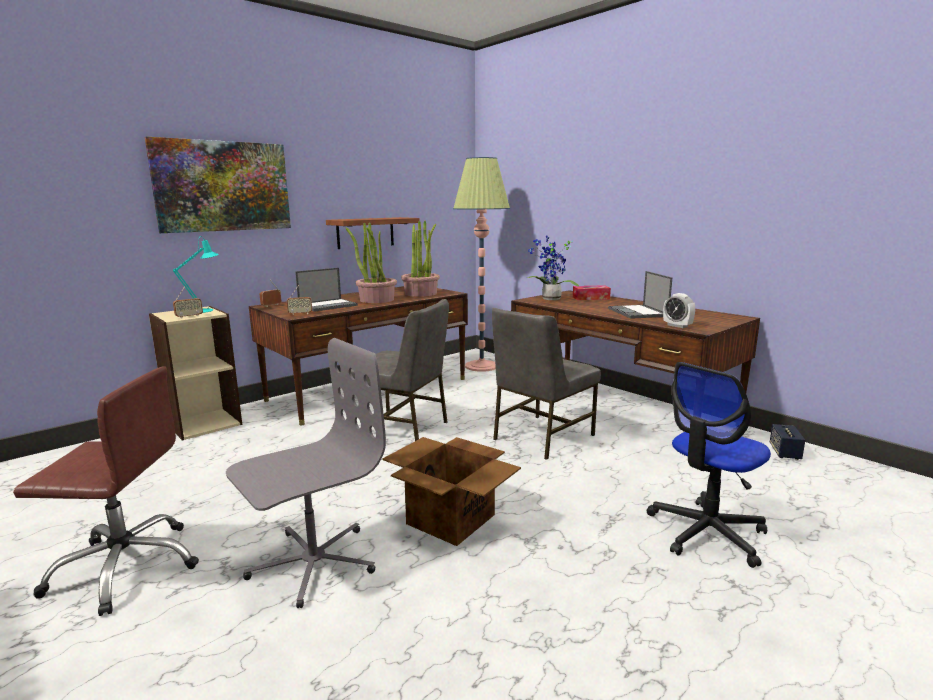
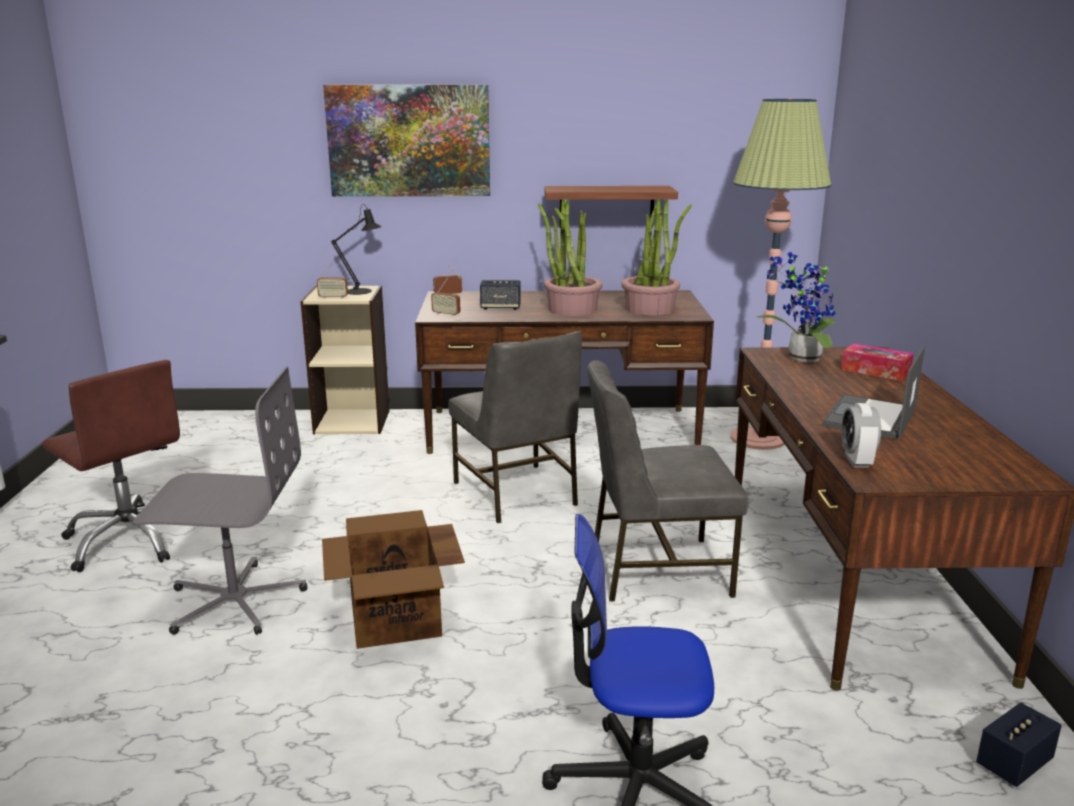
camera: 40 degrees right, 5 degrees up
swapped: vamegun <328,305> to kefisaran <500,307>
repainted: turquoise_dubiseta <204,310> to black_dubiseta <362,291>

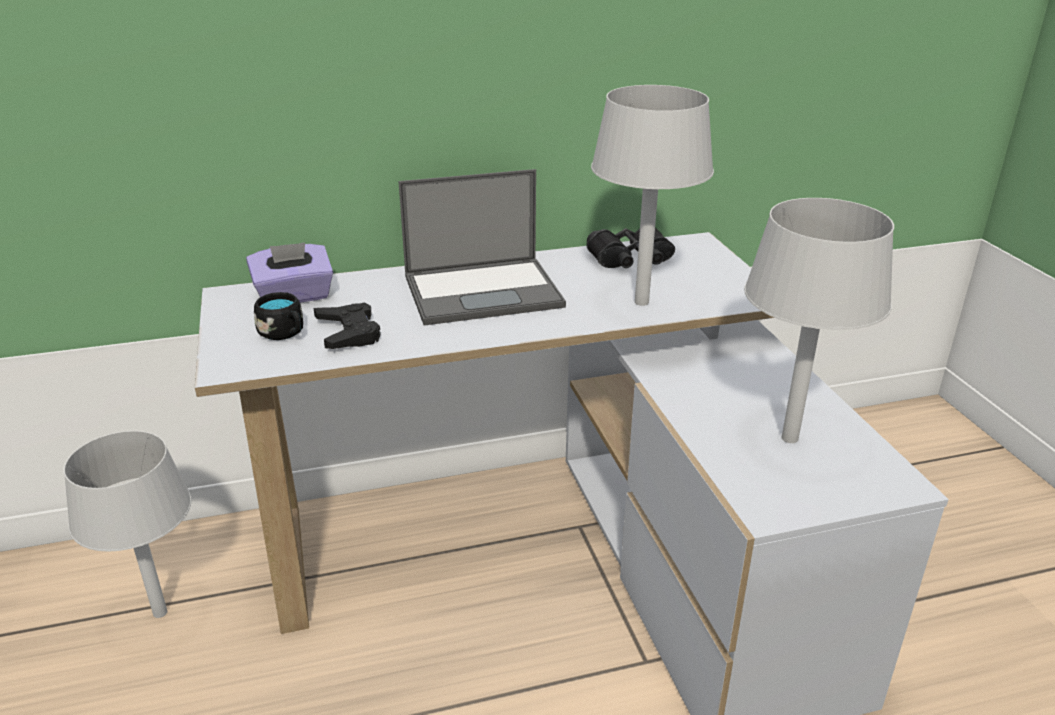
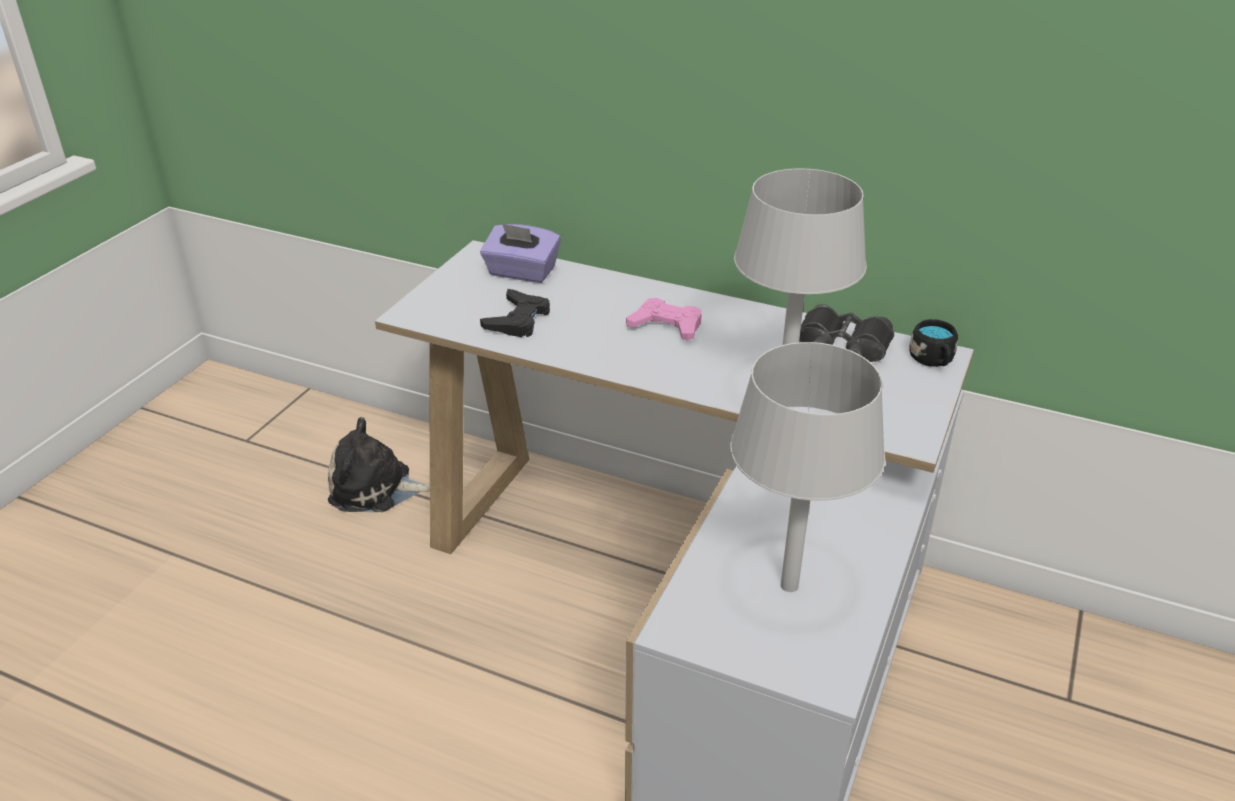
camera: 40 degrees right, 5 degrees up
shifted: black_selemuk <284,334> to <933,361>
swapped: grey_dubiseta <160,613> to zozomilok <375,488>; vamegun <484,291> to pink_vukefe <666,326>

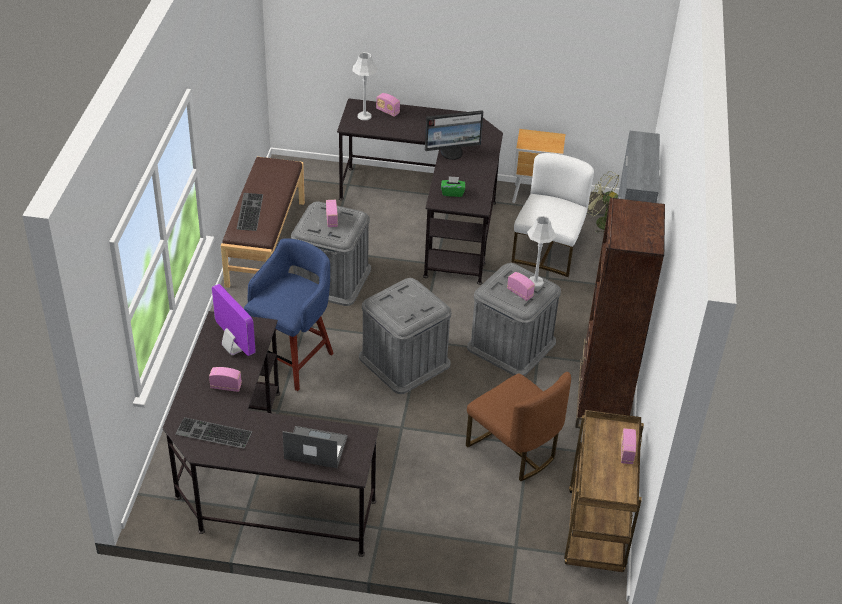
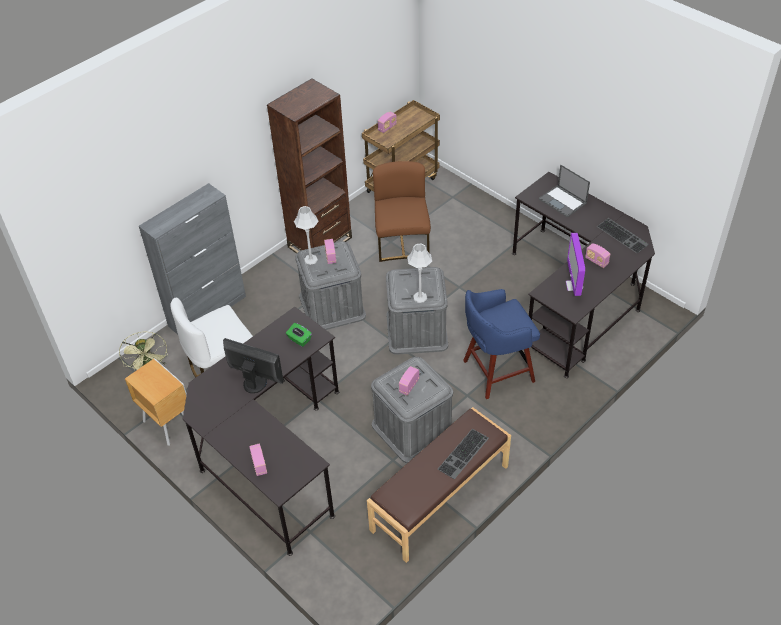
camera: 140 degrees left, 5 degrees up
shifted: grey_dubiseta <364,116> to <420,297>

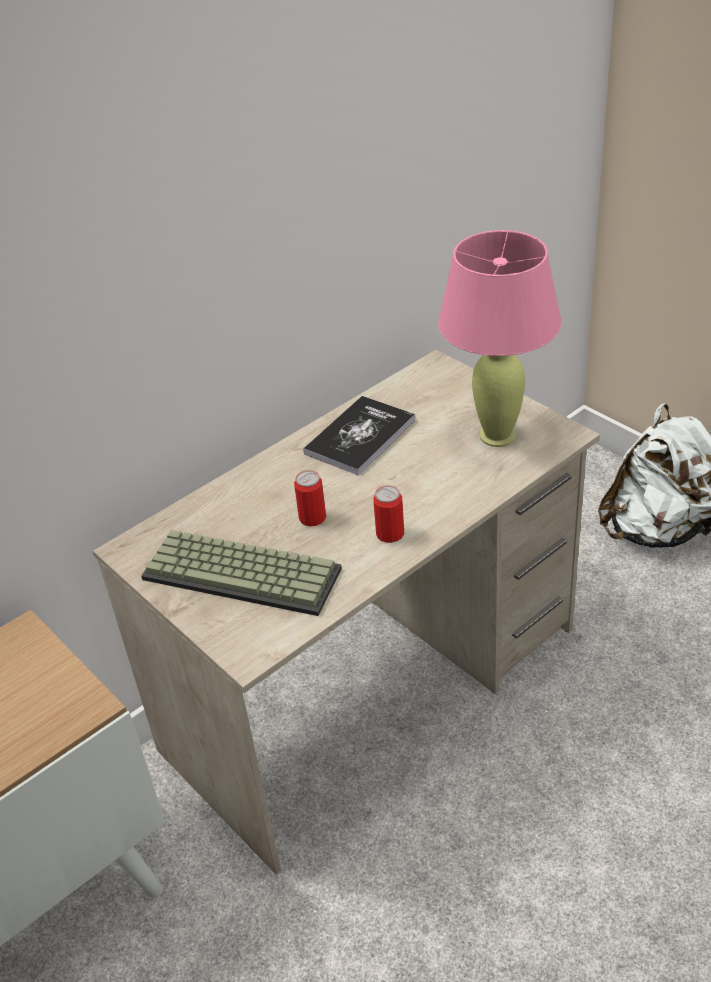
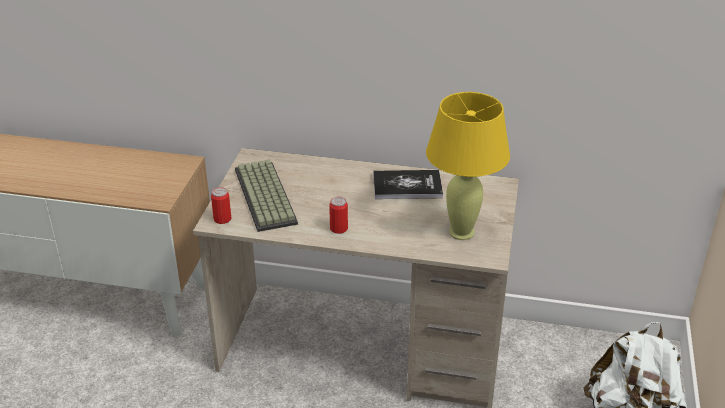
camera: 50 degrees right, 5 degrees down
shifted: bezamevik <312,518> to <222,219>
repainted: pink_dubiseta <497,435> to yellow_dubiseta <461,232>

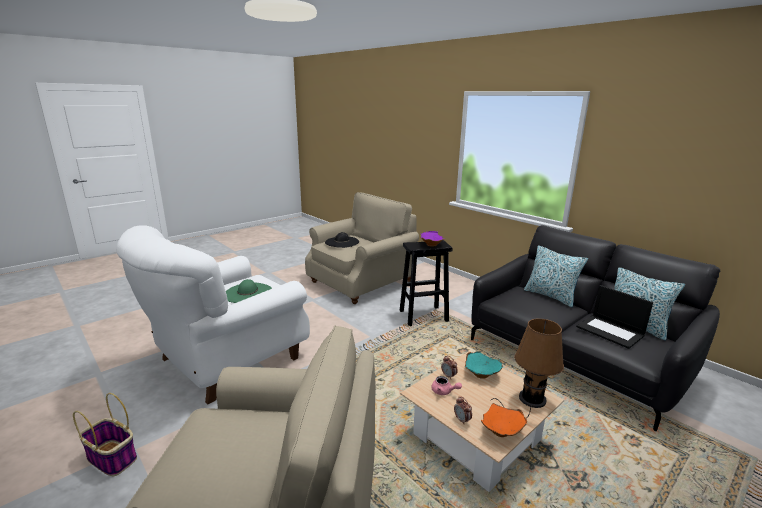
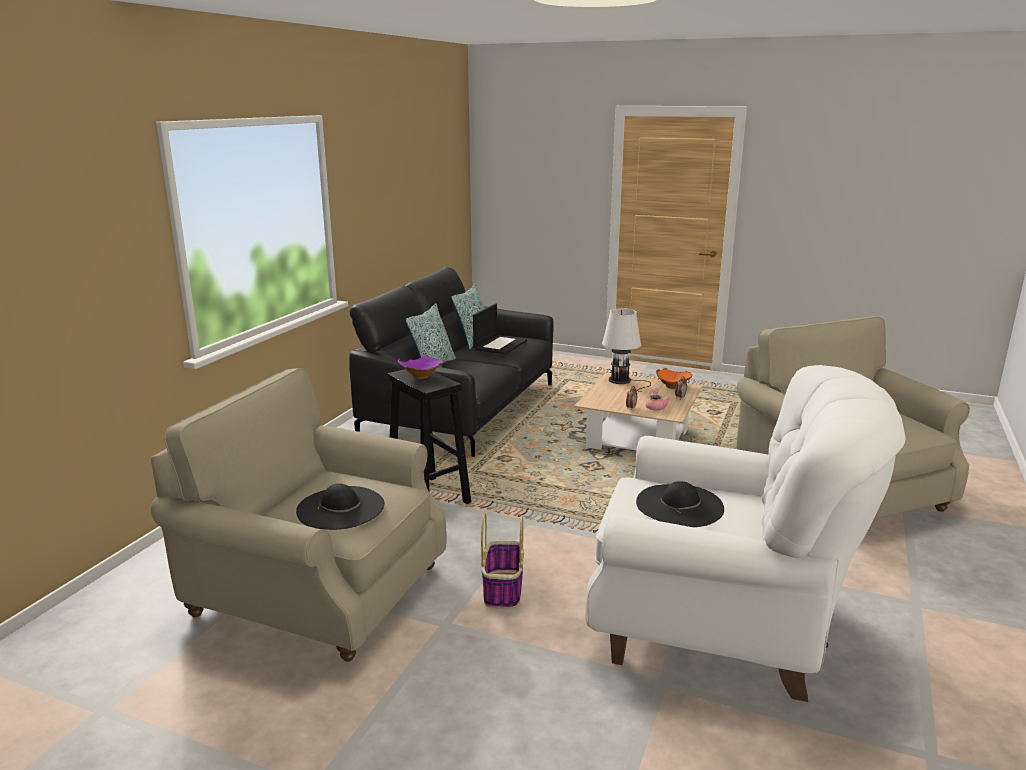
camera: 115 degrees left, 0 degrees up
gone: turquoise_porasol <481,373>
shifted: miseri <113,458> to <503,589>
repainted: brown_dubiseta <530,400> to white_dubiseta <622,381>; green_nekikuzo <248,293> to black_nekikuzo <679,505>

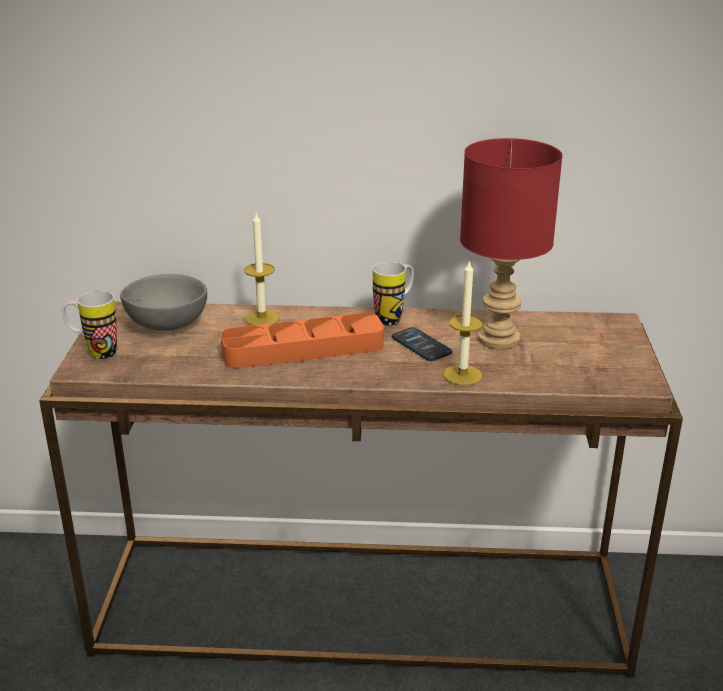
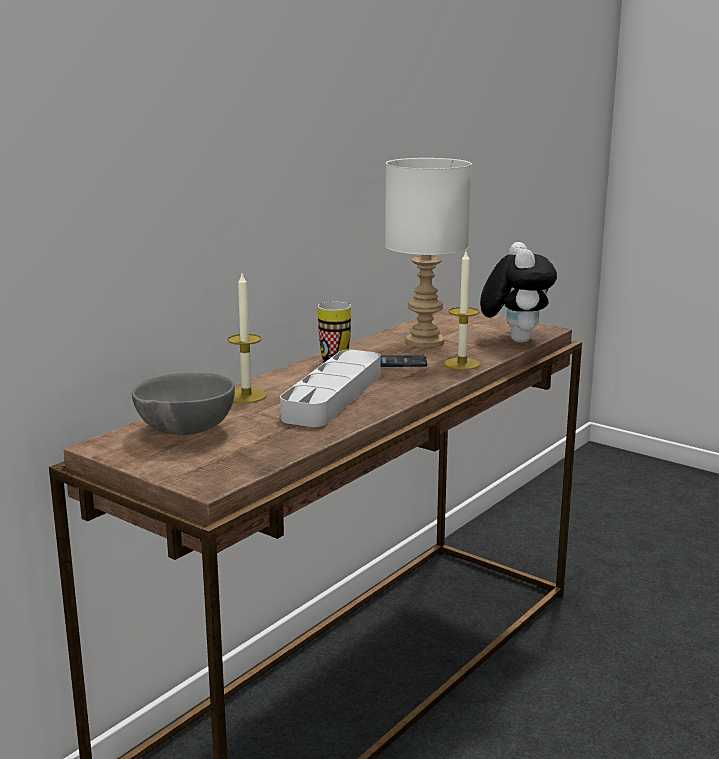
camera: 55 degrees left, 10 degrees down
gone: selemuk <94,352>
new: zozomilok <514,339>
repainted: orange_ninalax <303,349> to grey_ninalax <333,396>; red_dubiseta <498,340> to white_dubiseta <425,343>

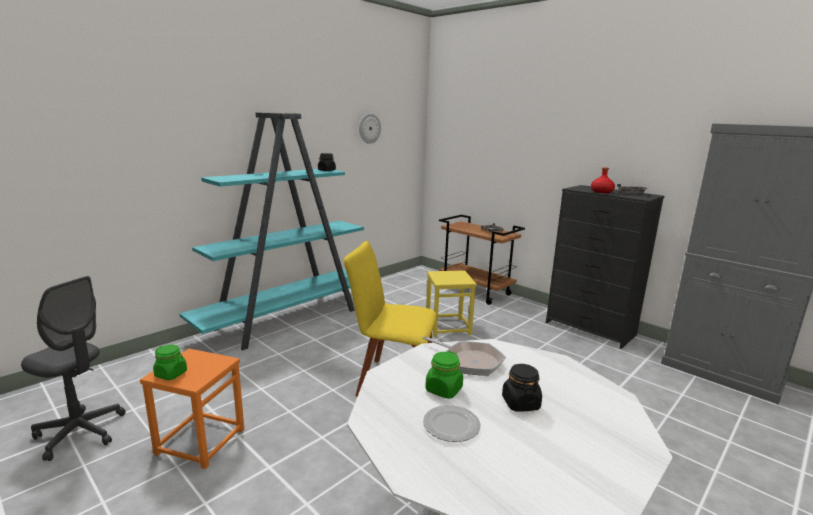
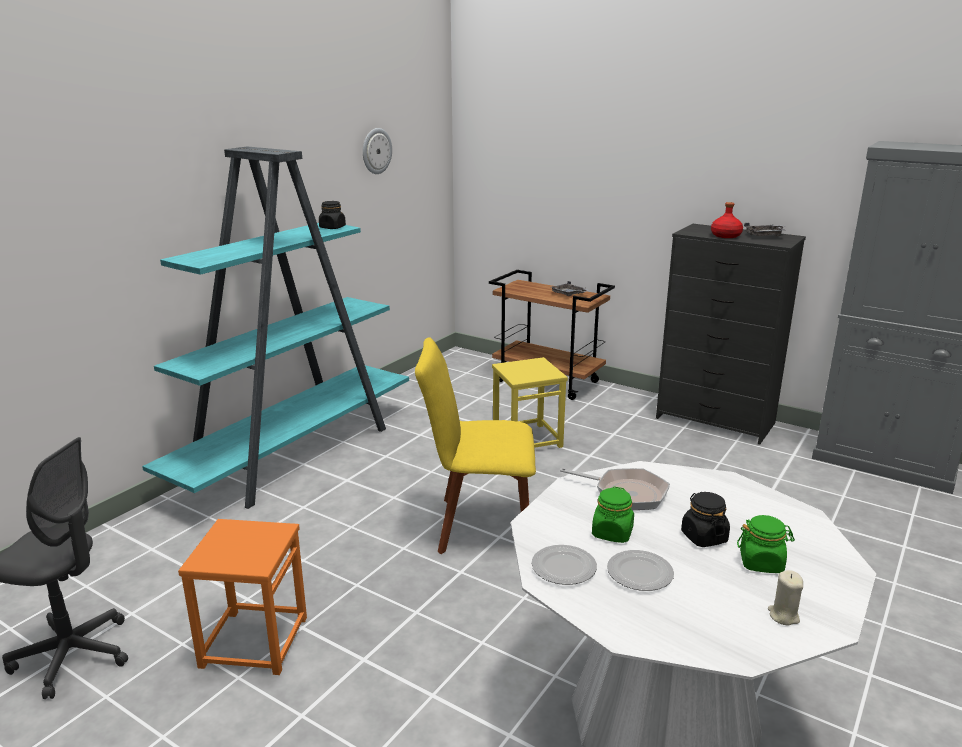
camera: 10 degrees left, 5 degrees up
new: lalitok <564,568>; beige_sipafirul <783,615>
shifted: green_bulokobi <171,374> to <761,563>

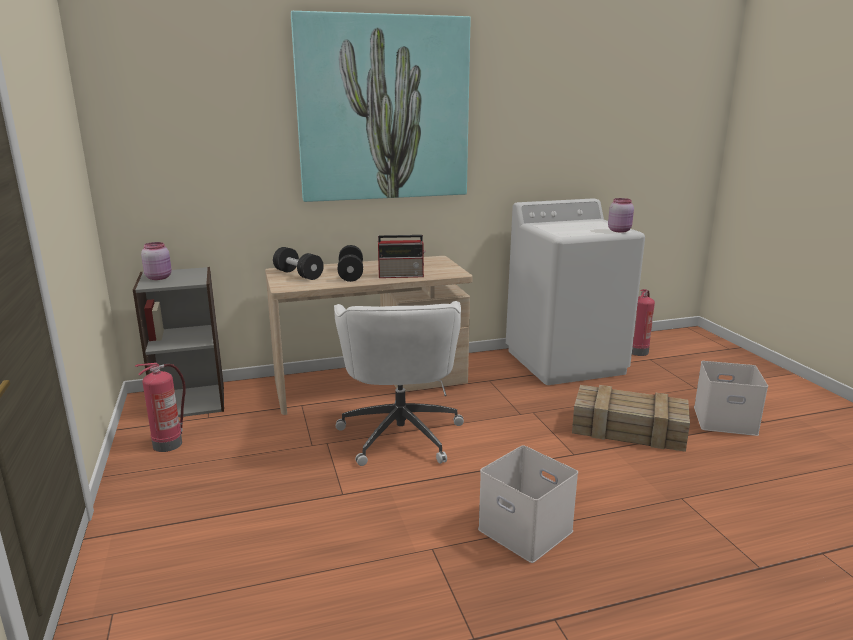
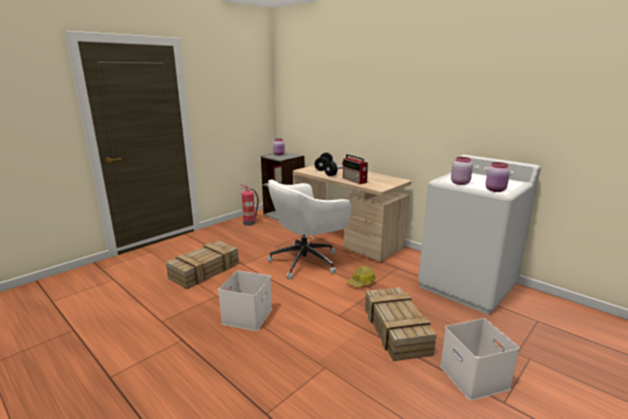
camera: 60 degrees right, 0 degrees up
gone: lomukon <383,109>; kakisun <637,351>
new: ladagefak <205,270>; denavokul <362,282>; pink_bulokobi <459,183>

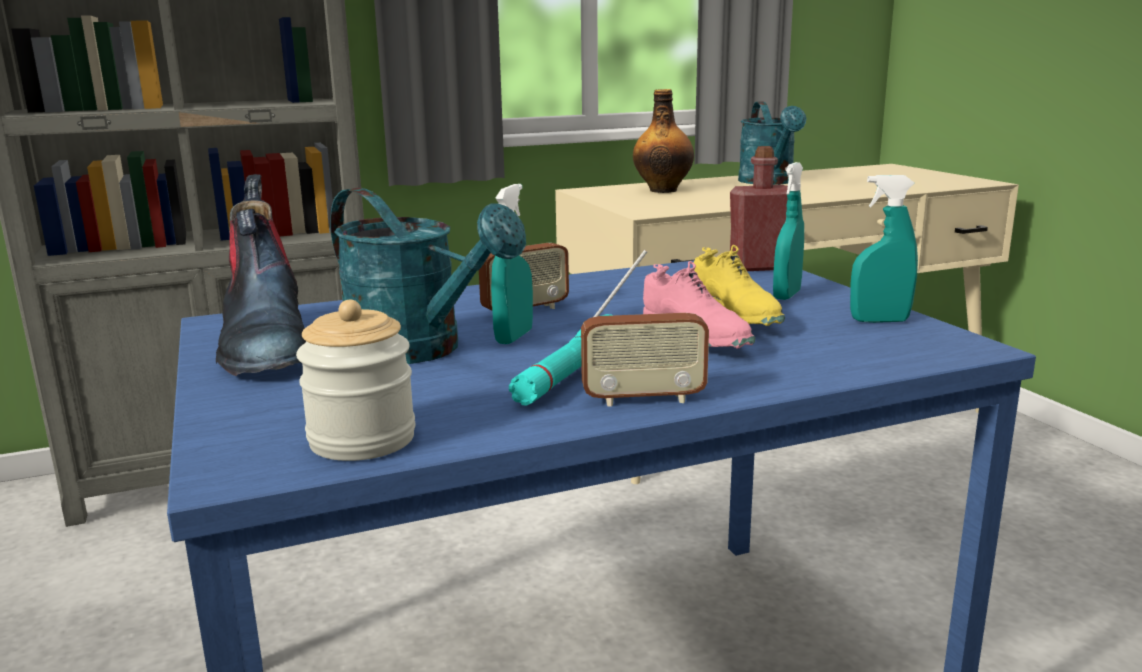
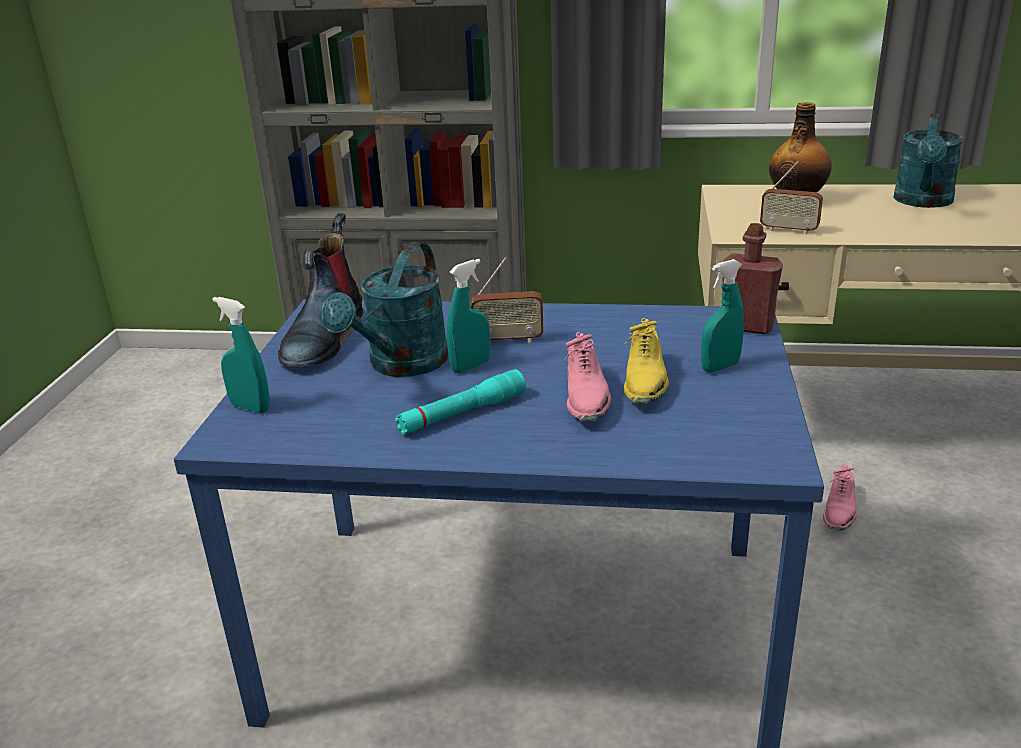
camera: 30 degrees right, 10 degrees up
gone: bulokobi <362,439>
new: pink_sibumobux <839,512>
shifted: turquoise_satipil <879,321> to <250,407>; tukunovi <643,399> to <788,230>
rotated: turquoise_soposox <419,350> = <401,365> 45 degrees clockwise

